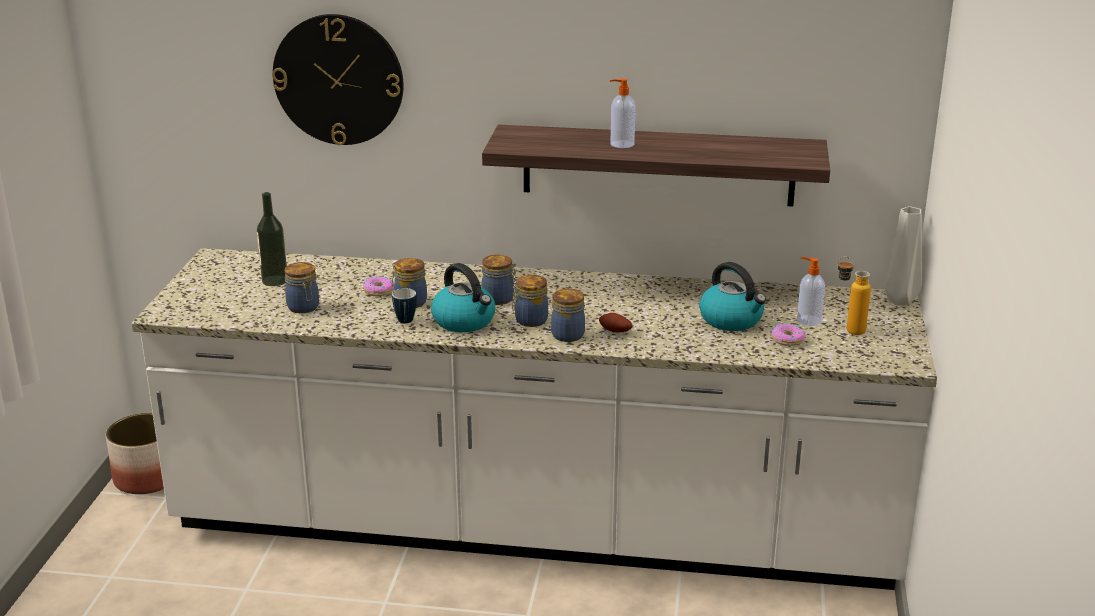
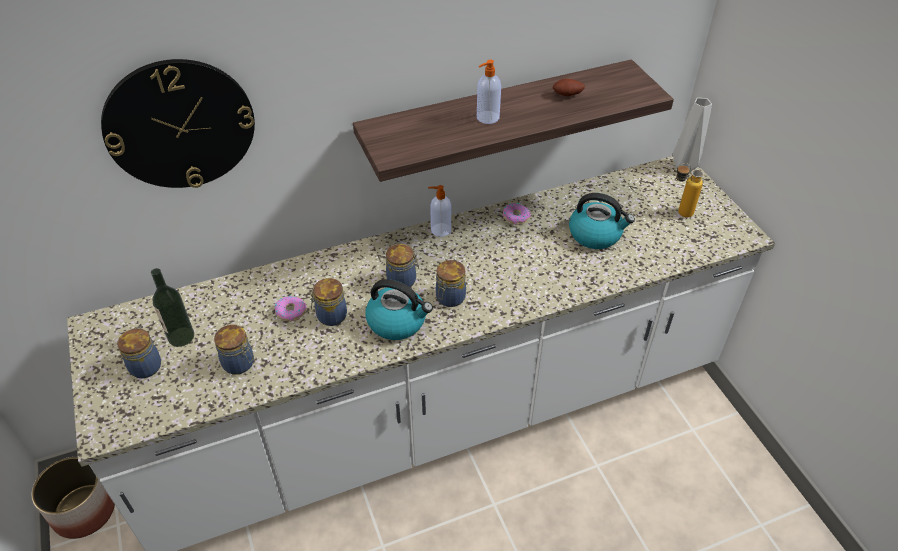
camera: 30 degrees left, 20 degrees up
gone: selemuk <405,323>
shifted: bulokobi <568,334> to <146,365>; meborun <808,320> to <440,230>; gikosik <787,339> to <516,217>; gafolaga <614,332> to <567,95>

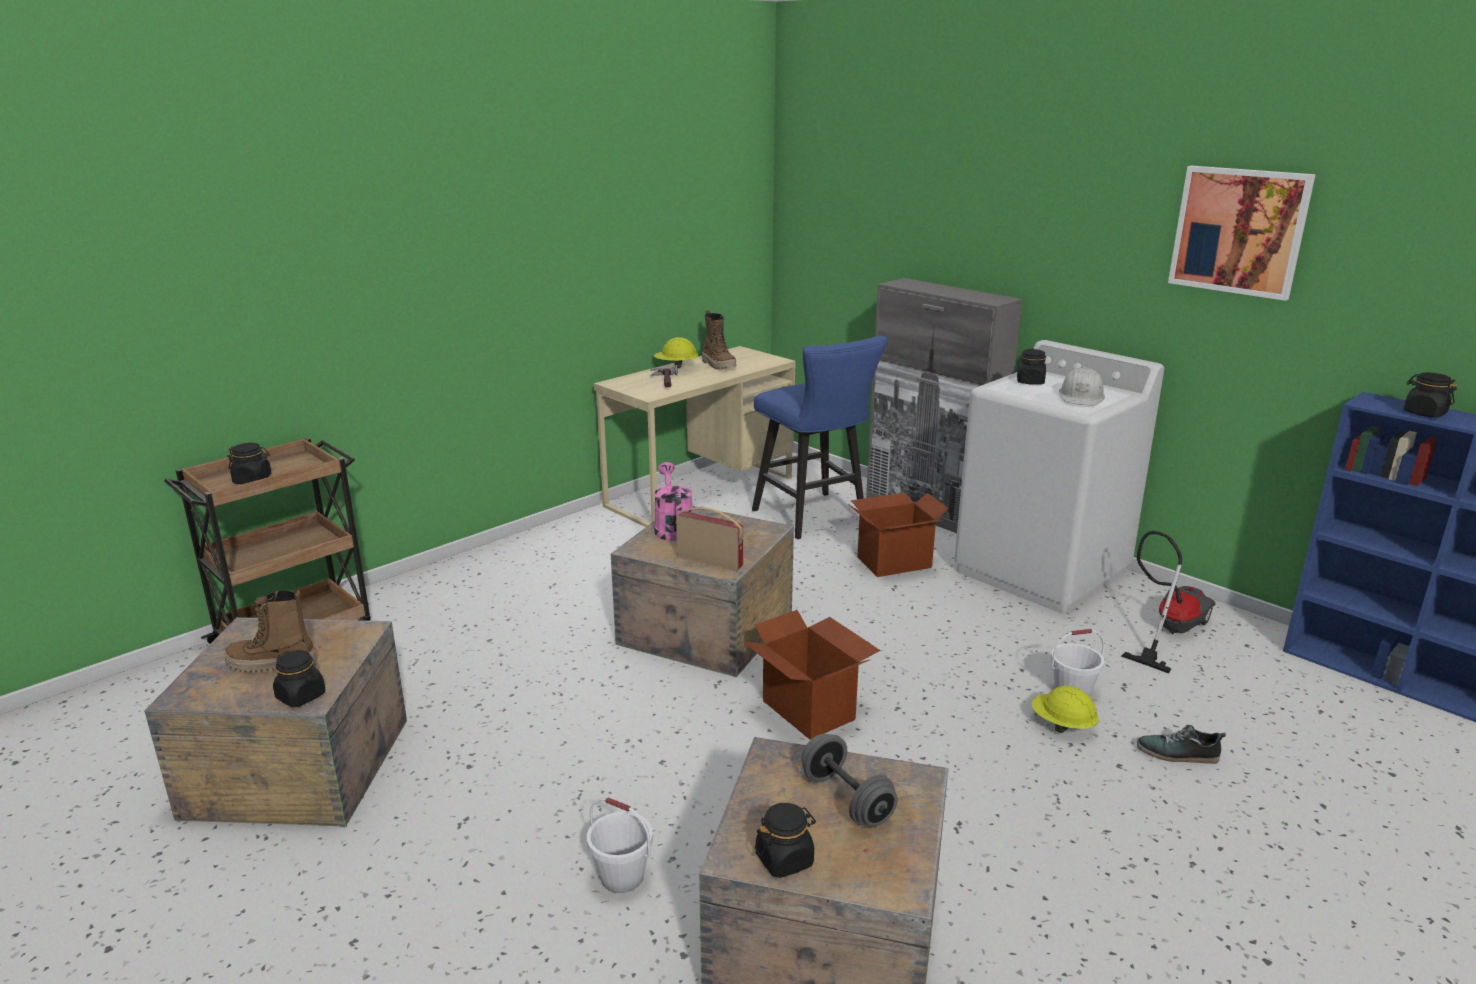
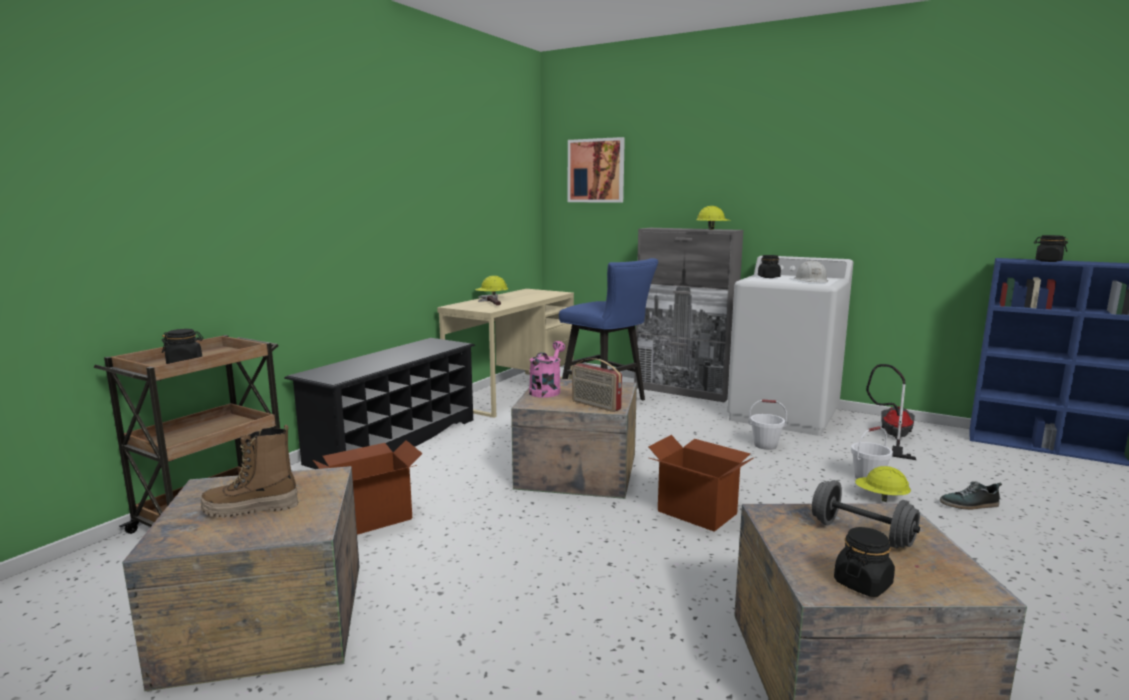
camera: 15 degrees left, 10 degrees down
gone: black_bulokobi <301,696>; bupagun <718,365>
new: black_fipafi <394,441>; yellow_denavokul <713,229>
shifted: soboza <893,562> to <372,518>; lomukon <1239,231> to <596,170>; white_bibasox <621,877> to <765,445>
rotated: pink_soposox <672,528> = <546,390> 45 degrees clockwise; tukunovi <710,561> = <595,405> 150 degrees counterclockwise

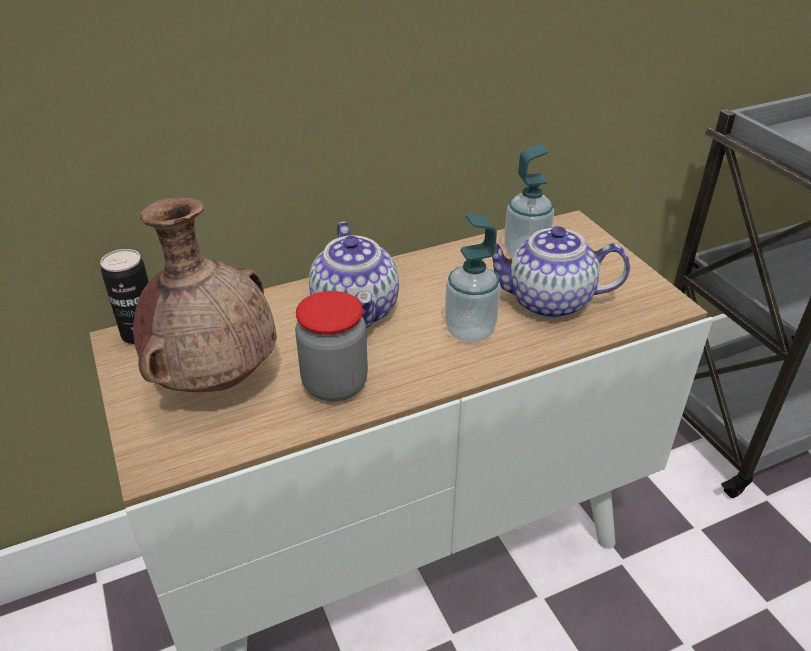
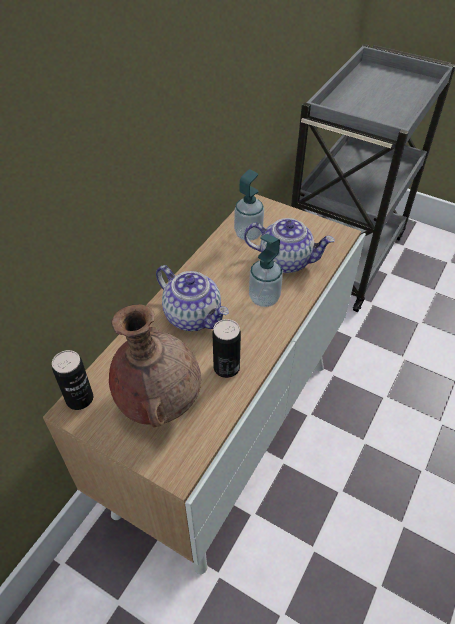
camera: 35 degrees left, 10 degrees up
swapped: bulokobi <335,384> to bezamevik <226,368>
rotated: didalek <548,302> = <286,260> 135 degrees counterclockwise

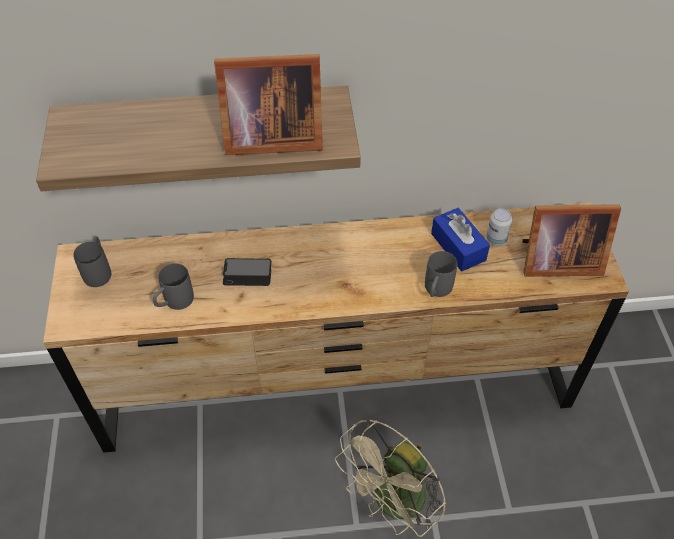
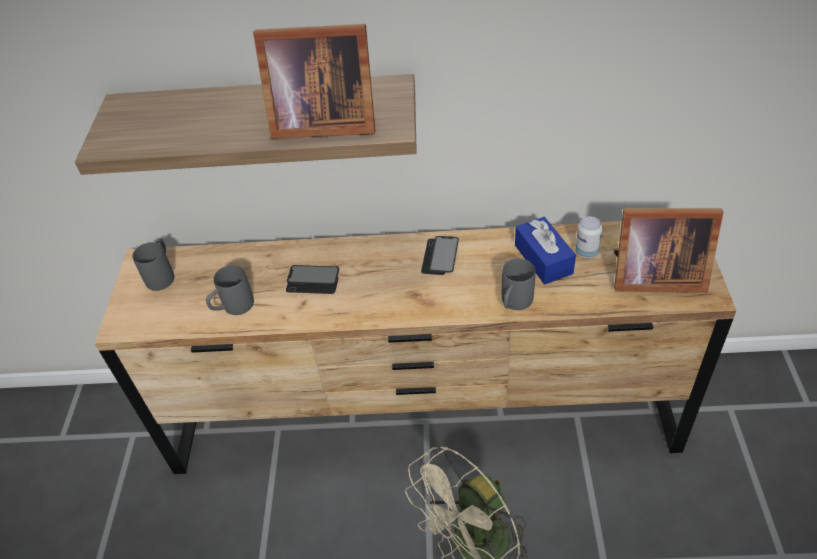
camera: 10 degrees right, 5 degrees down
new: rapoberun <440,256>

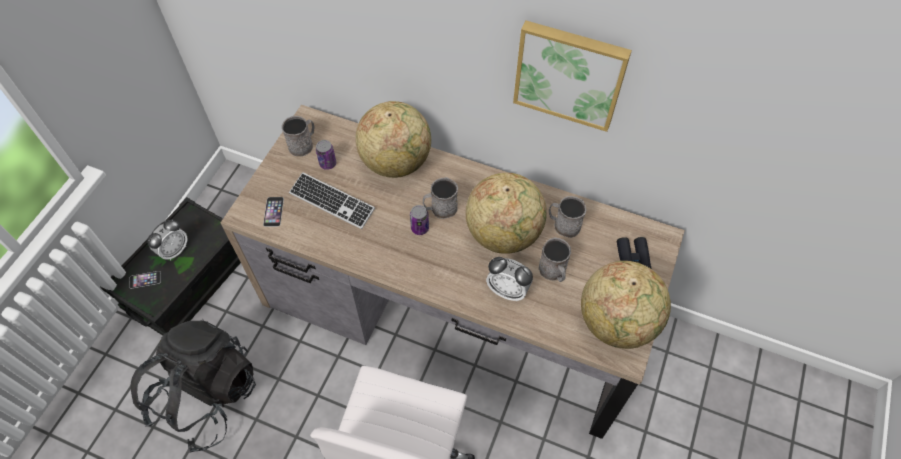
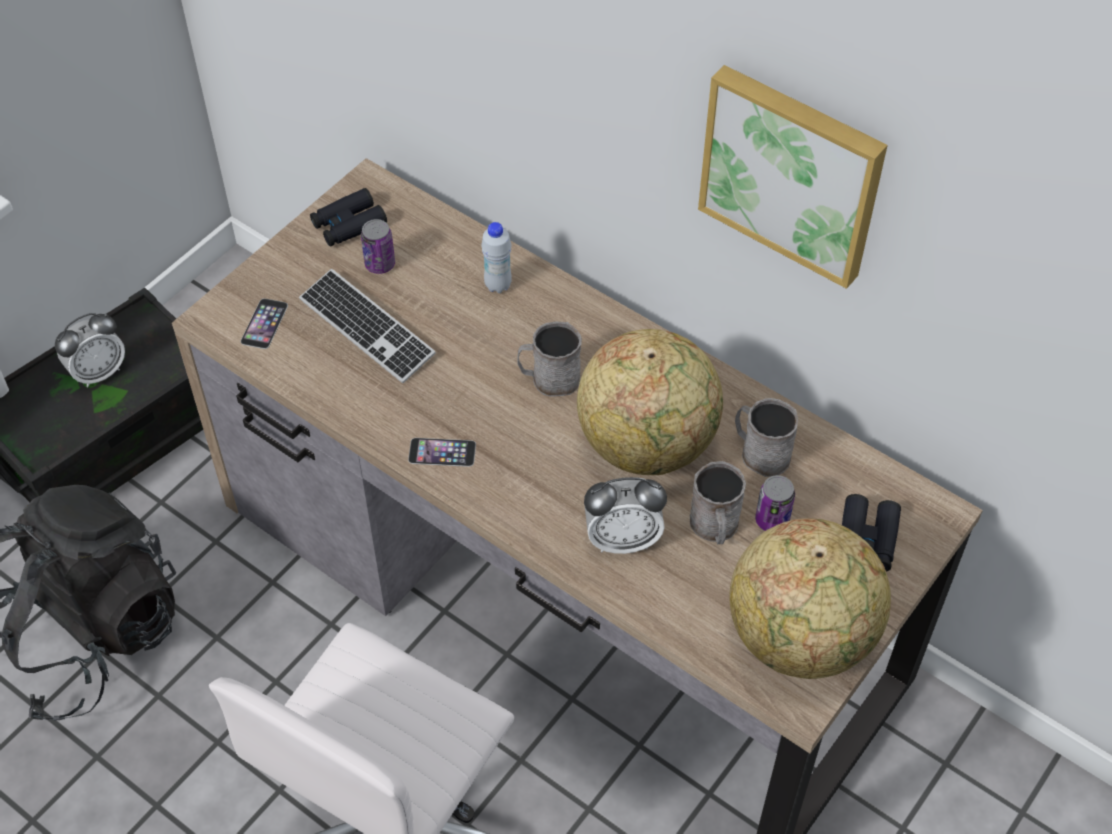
camera: 15 degrees right, 5 degrees down
shifted: rapoberun <145,279> to <442,452>; bezamevik <420,228> to <772,520>
swapped: grey_selemuk <303,144> to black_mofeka <348,224>; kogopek <396,162> to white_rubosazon <498,285>
rotated: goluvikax <507,290> = <622,539> 45 degrees counterclockwise

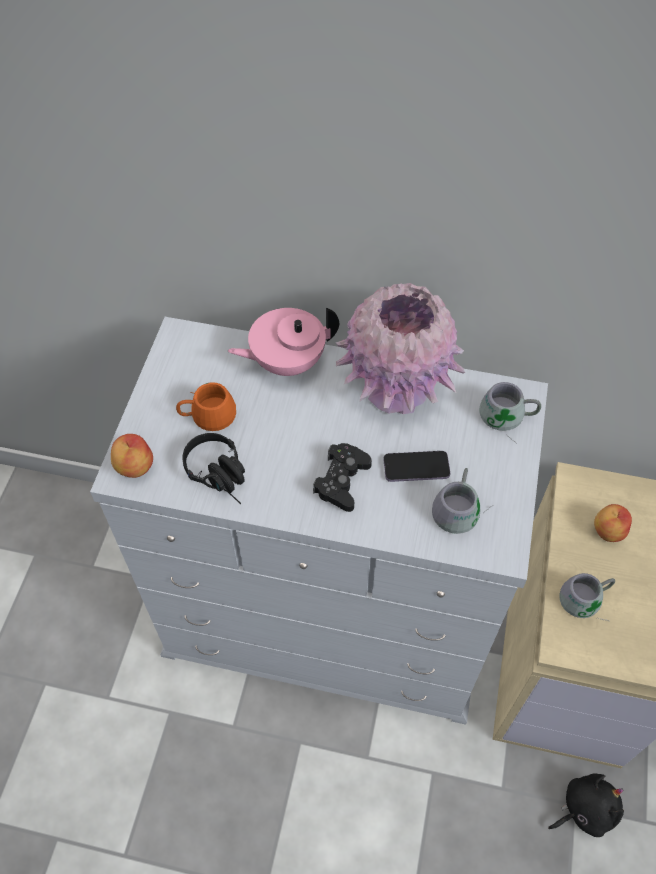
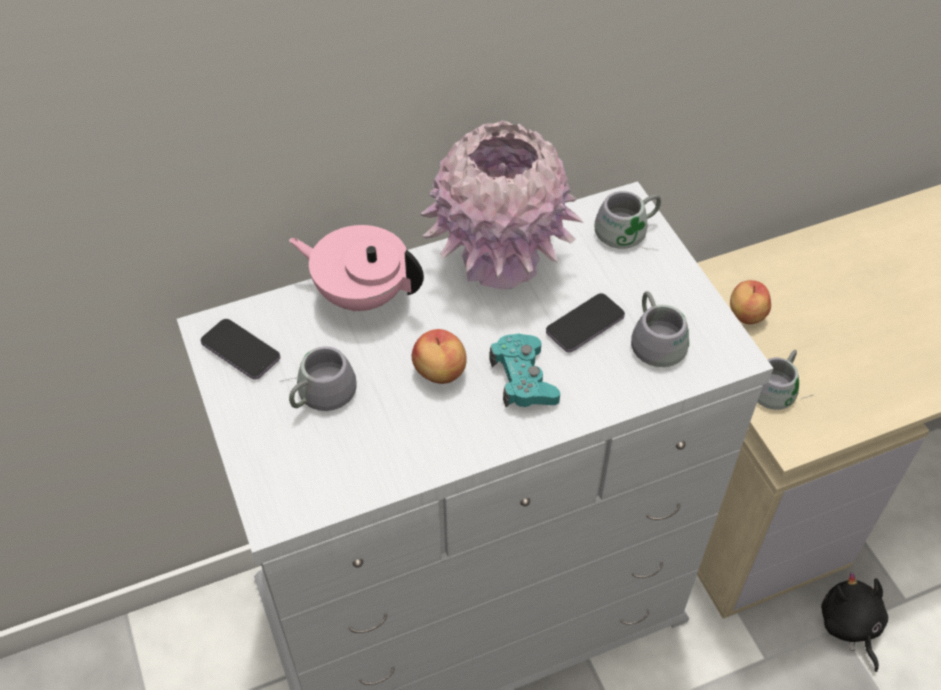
camera: 35 degrees left, 5 degrees down
gone: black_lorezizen <222,476>
new: rapoberun <241,351>
shifted: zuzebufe <134,466> to <439,372>
repainted: orange_selemuk <207,411> to grey_selemuk <316,391>; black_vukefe <342,481> to turquoise_vukefe <523,379>
rotated: pink_didalek <287,362> = <361,294> 75 degrees clockwise; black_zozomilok <585,809> = <850,626> 45 degrees counterclockwise

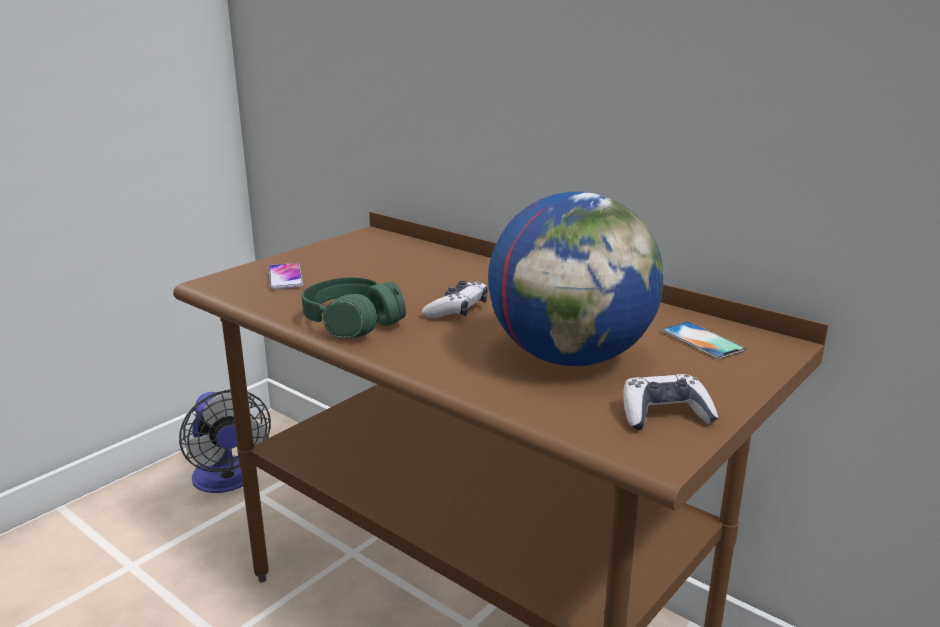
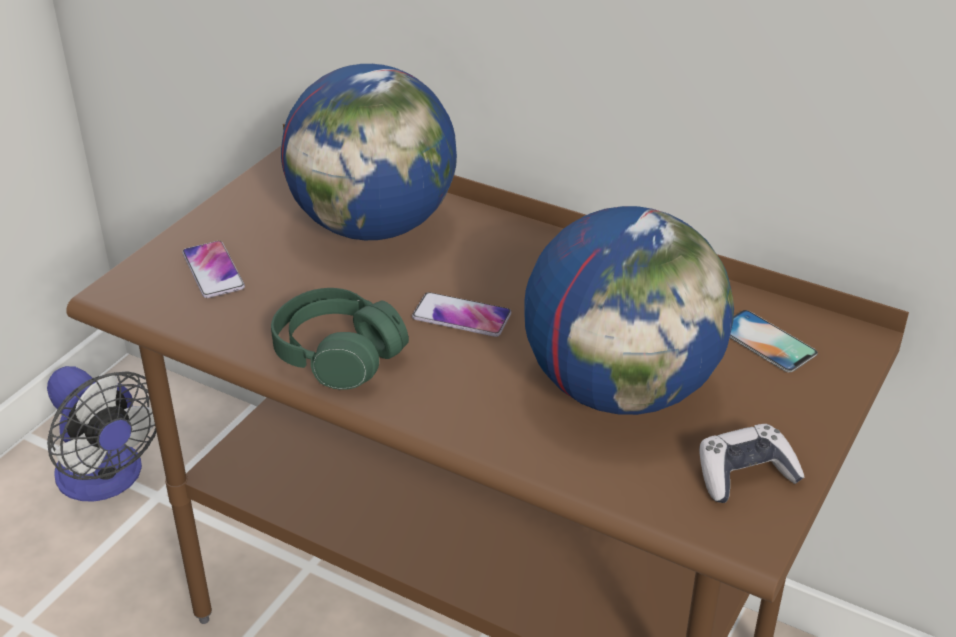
camera: 10 degrees left, 15 degrees up
new: kogopek <374,226>
swapped: vukefe <457,310> to rapoberun <461,316>

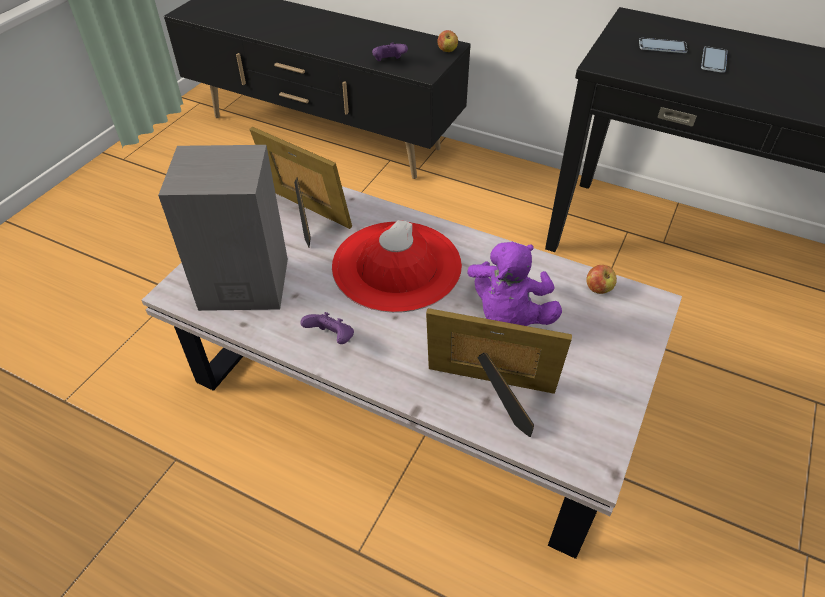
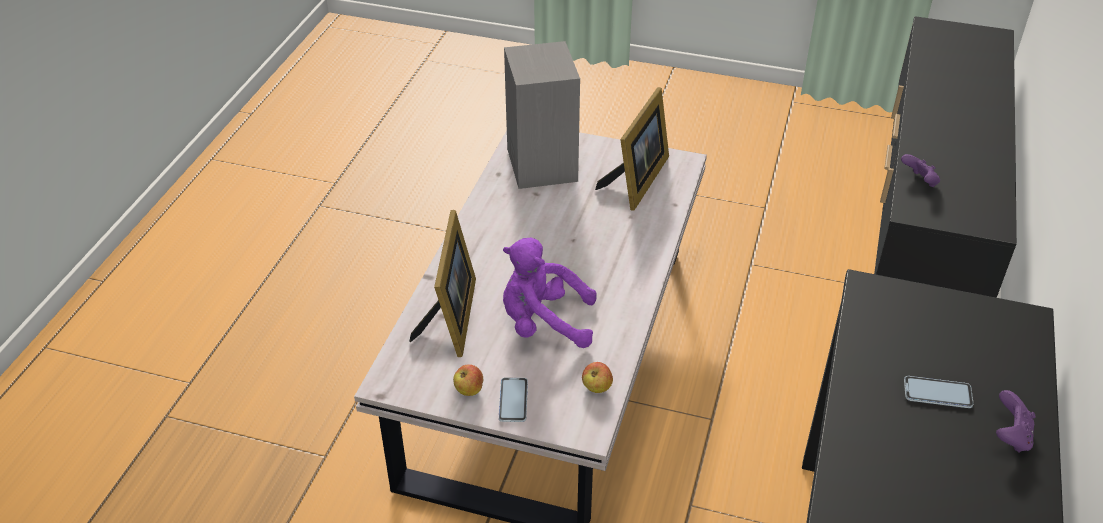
camera: 80 degrees right, 5 degrees down
gone: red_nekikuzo <396,266>
shifted: zuzebufe <447,50> to <469,390>; rapoberun <662,47> to <513,400>; purple_vukefe <331,338> to <1010,436>

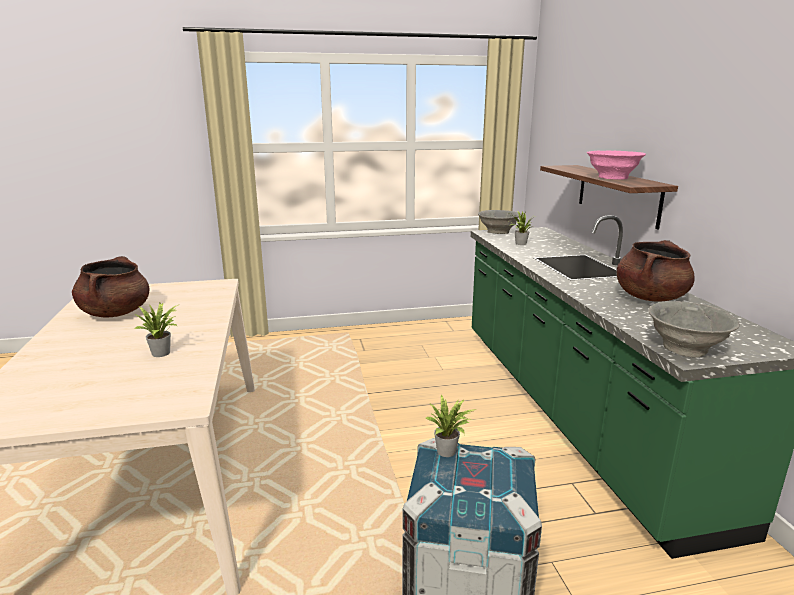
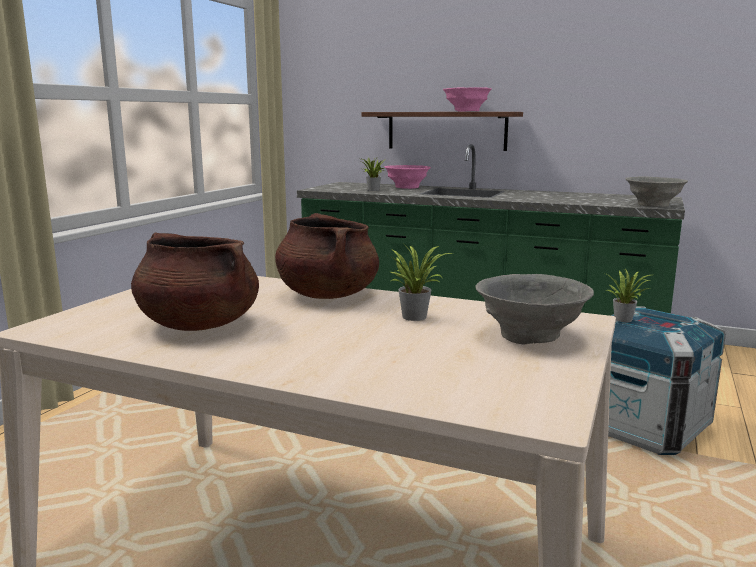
camera: 55 degrees left, 5 degrees down
new: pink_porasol <407,187>
shifted: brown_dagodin <650,297> to <327,295>; grey_porasol <498,232> to <530,336>

